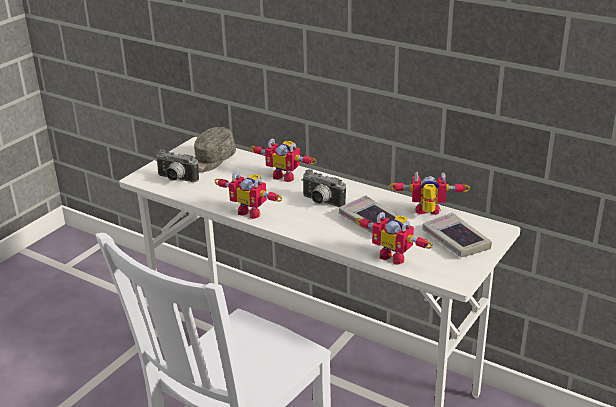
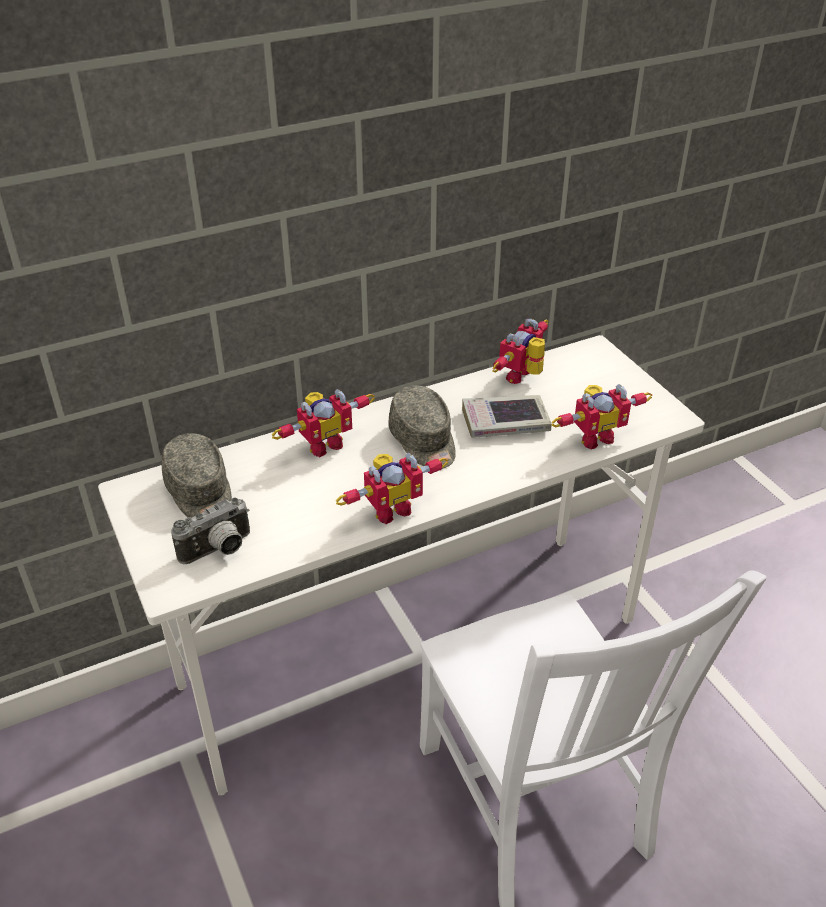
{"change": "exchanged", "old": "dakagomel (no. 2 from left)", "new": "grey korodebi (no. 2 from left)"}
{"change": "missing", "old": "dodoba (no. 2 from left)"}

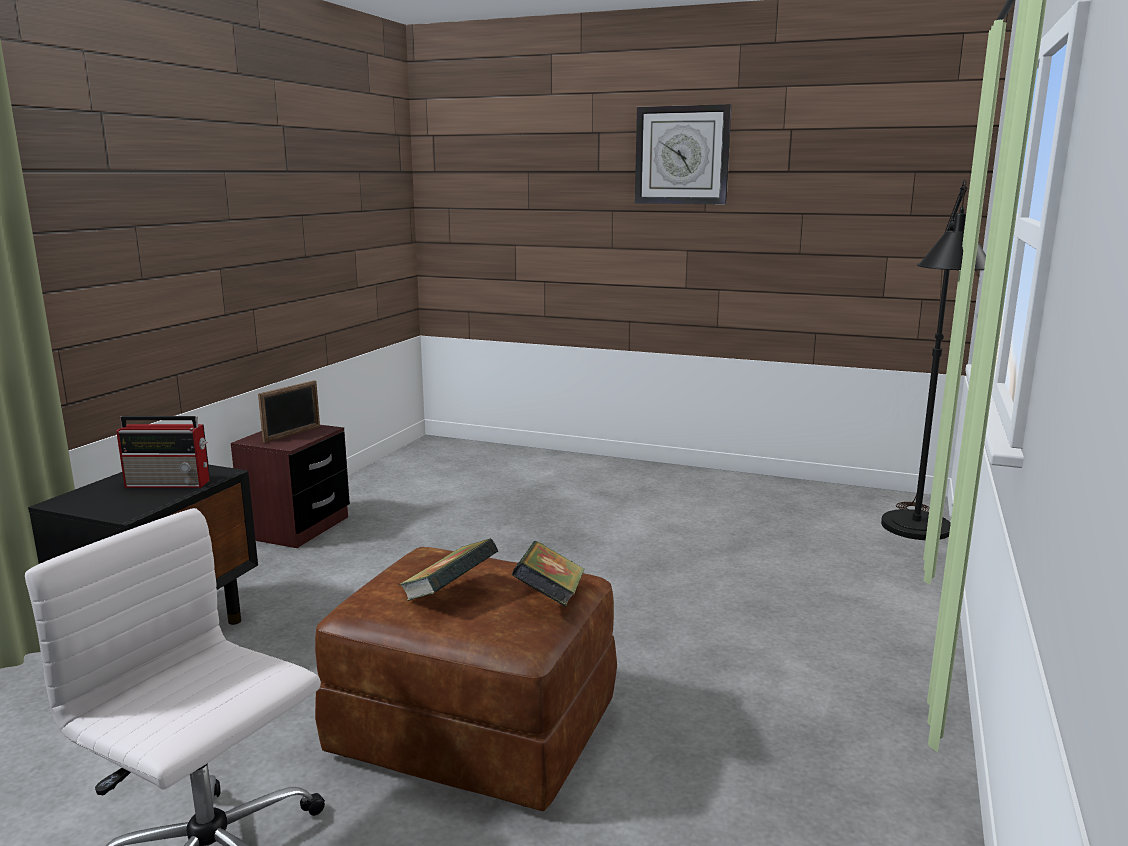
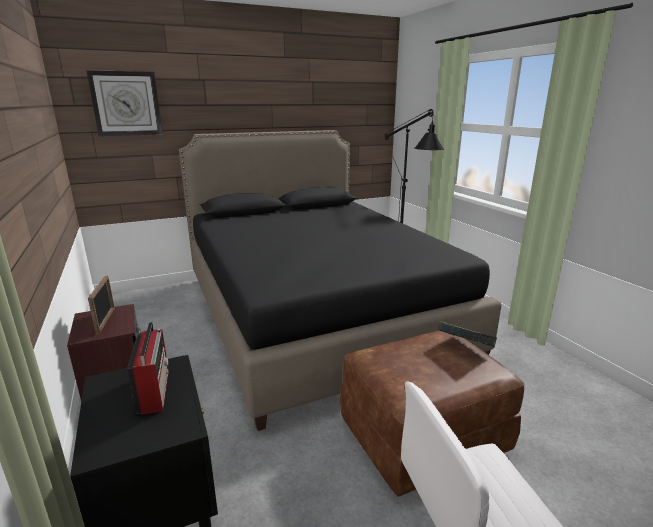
{"change": "relocated", "old": "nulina"}
{"change": "spun", "old": "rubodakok", "degrees": -60}
{"change": "missing", "old": "dodoba (no. 1 from left)"}
{"change": "appeared", "new": "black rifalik"}

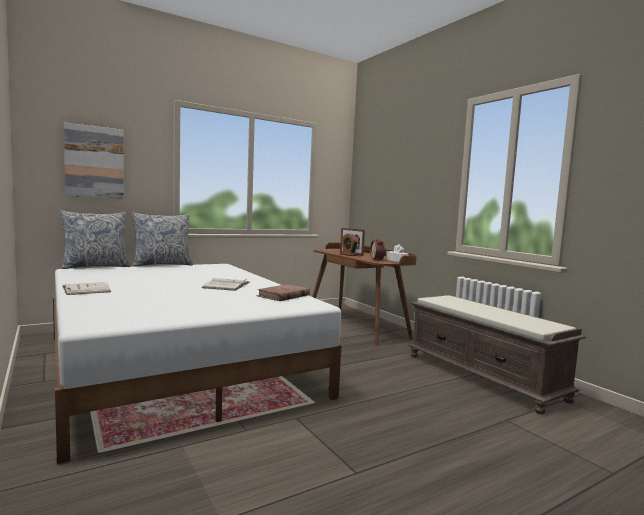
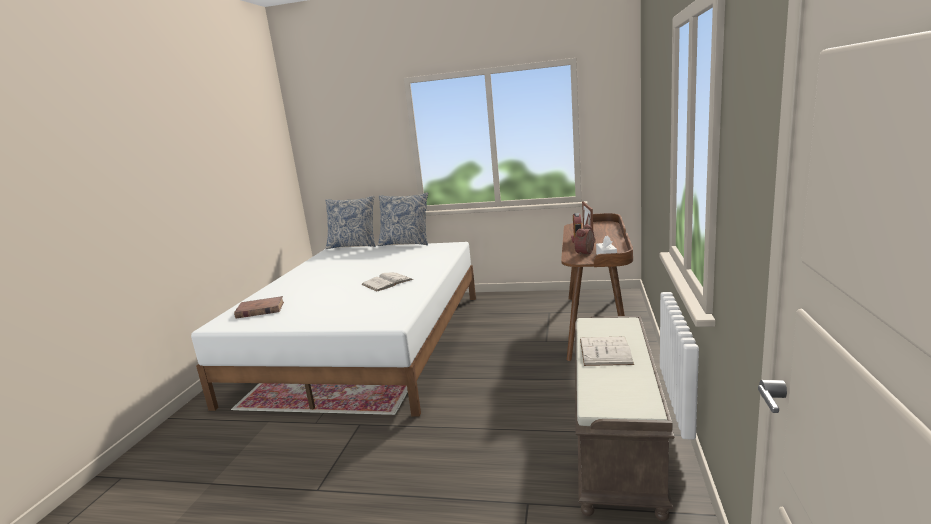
{"change": "missing", "old": "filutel"}
{"change": "relocated", "old": "white dodoba (no. 1 from left in the first image)", "new": "white dodoba (no. 2 from left)"}
{"change": "relocated", "old": "brown dodoba"}

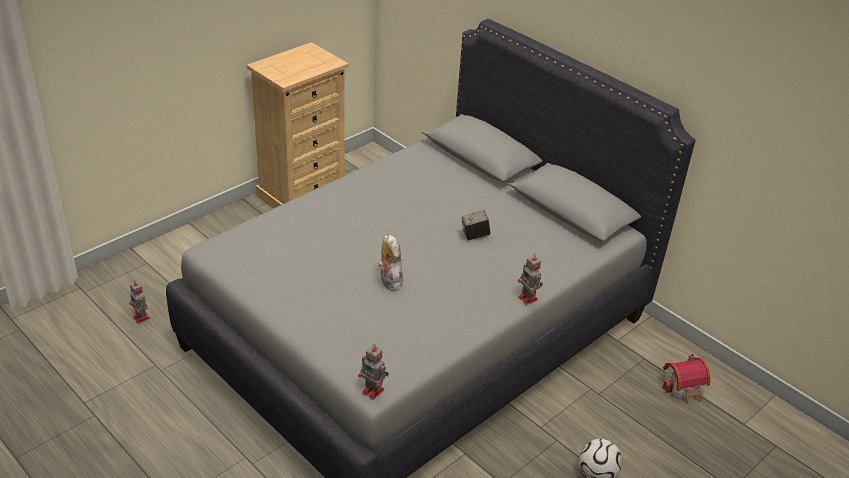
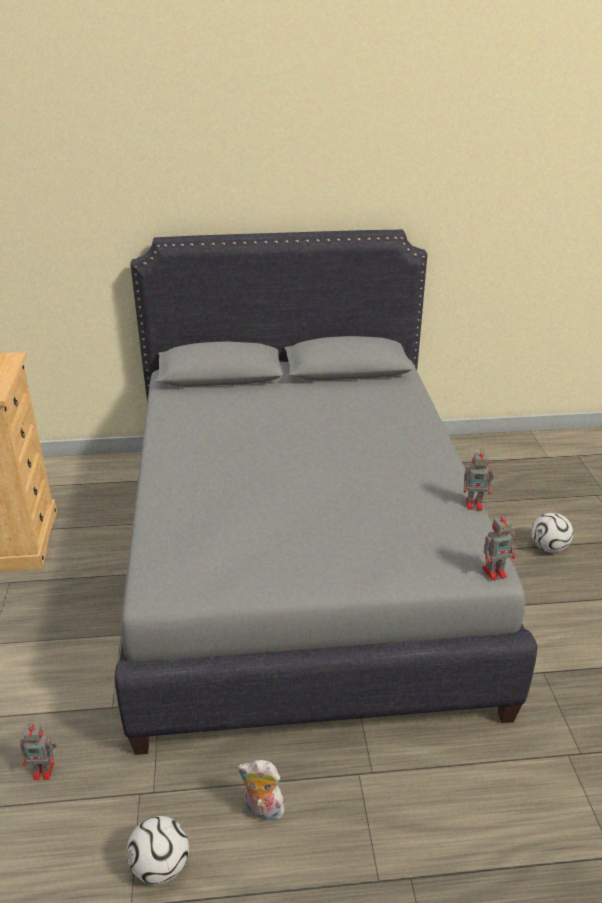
{"change": "missing", "old": "dakagomel"}
{"change": "relocated", "old": "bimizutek"}
{"change": "relocated", "old": "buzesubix (no. 3 from left in the first image)", "new": "buzesubix (no. 2 from left)"}
{"change": "missing", "old": "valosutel"}
{"change": "appeared", "new": "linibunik (no. 1 from left)"}

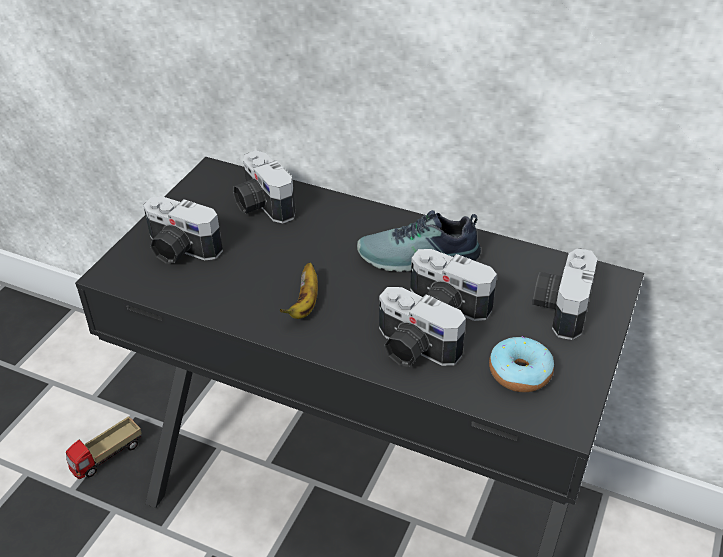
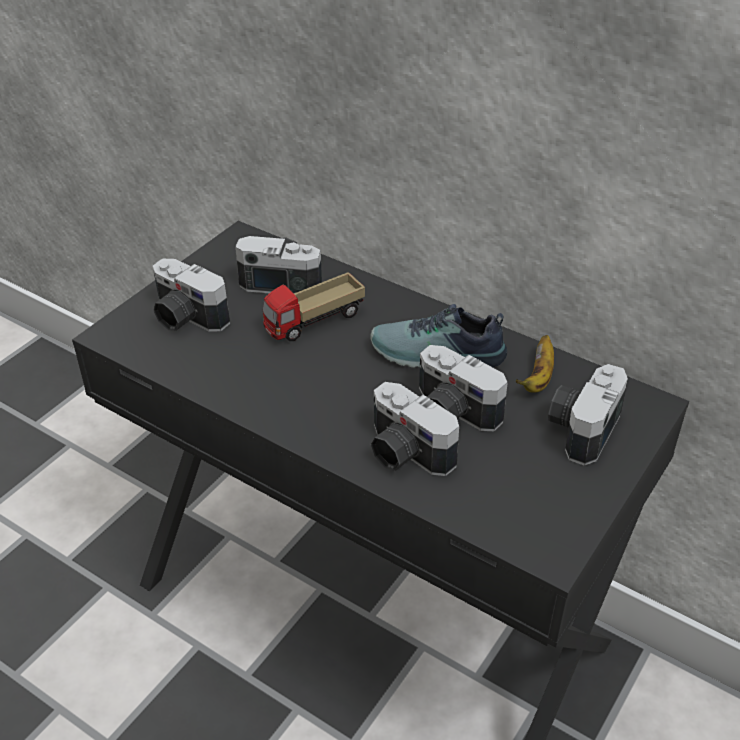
{"change": "spun", "old": "dakagomel (no. 2 from left)", "degrees": 120}
{"change": "relocated", "old": "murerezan"}
{"change": "missing", "old": "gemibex"}
{"change": "relocated", "old": "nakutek"}

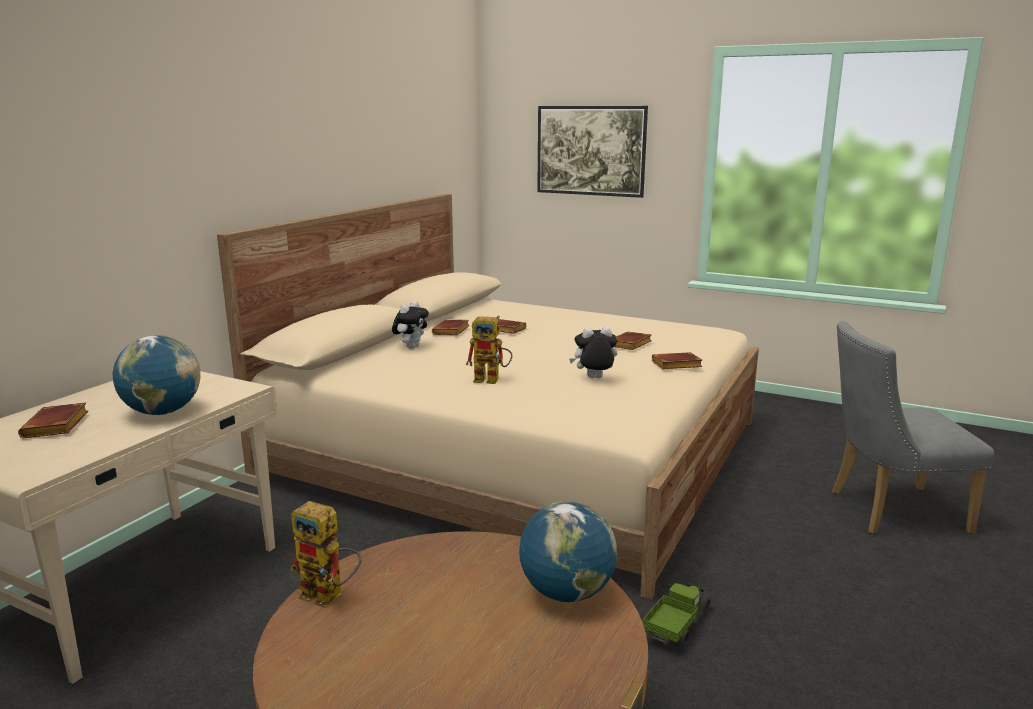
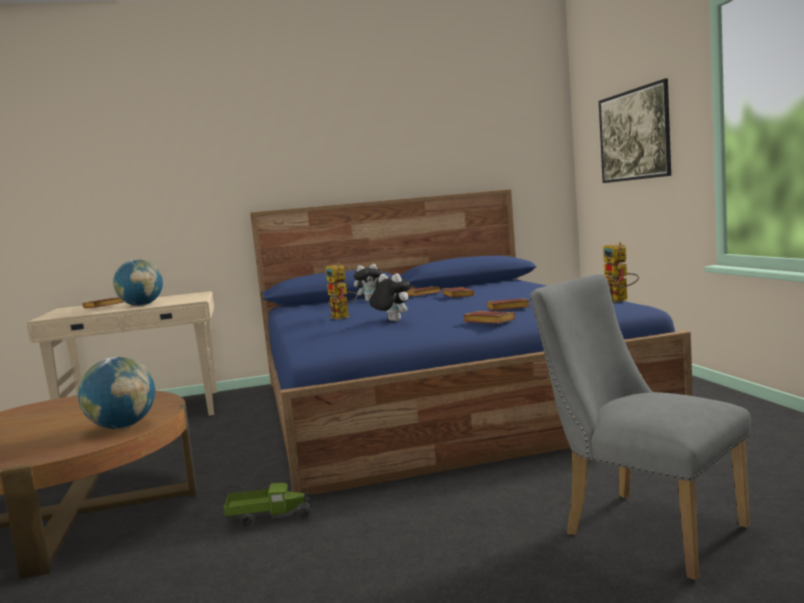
{"change": "colour", "old": "beige rifalik", "new": "blue rifalik"}
{"change": "relocated", "old": "buzesubix (no. 1 from left in the first image)", "new": "buzesubix (no. 2 from left)"}

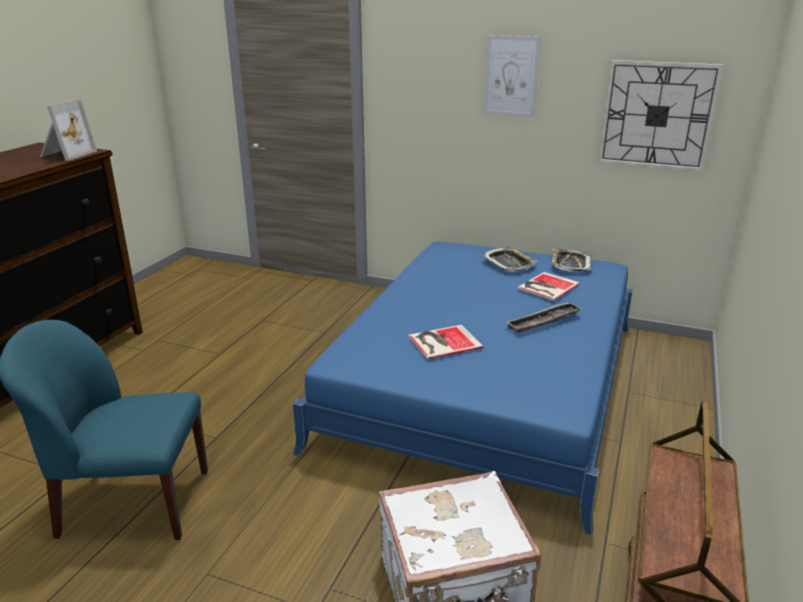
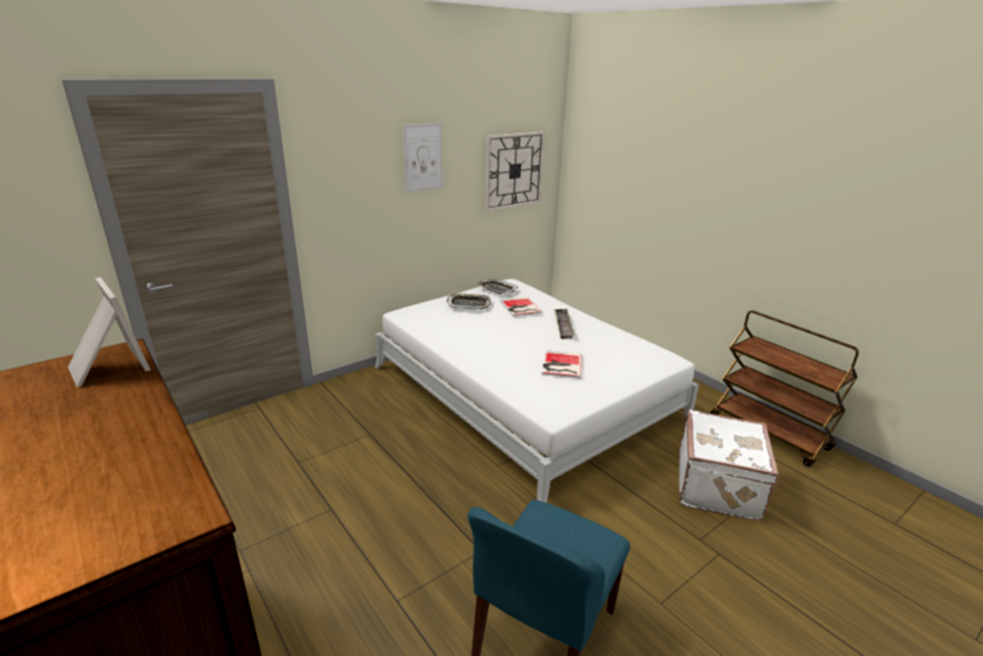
{"change": "colour", "old": "blue rifalik", "new": "white rifalik"}

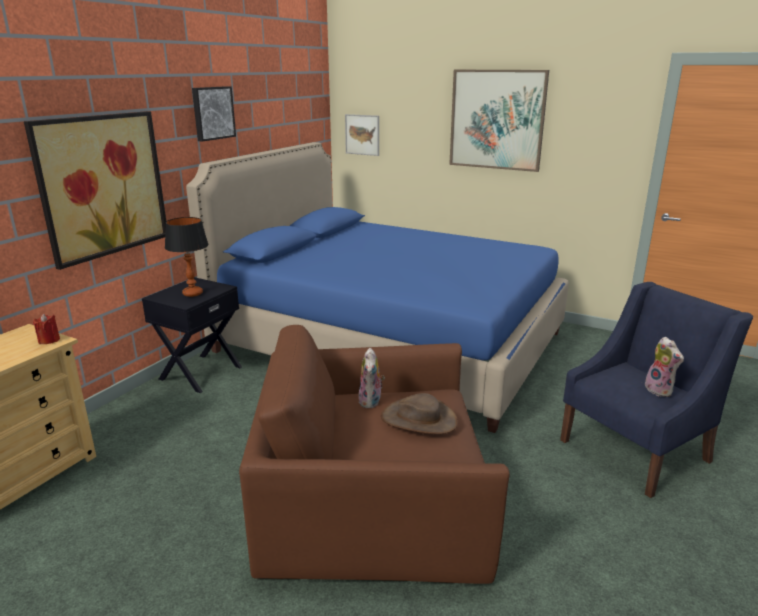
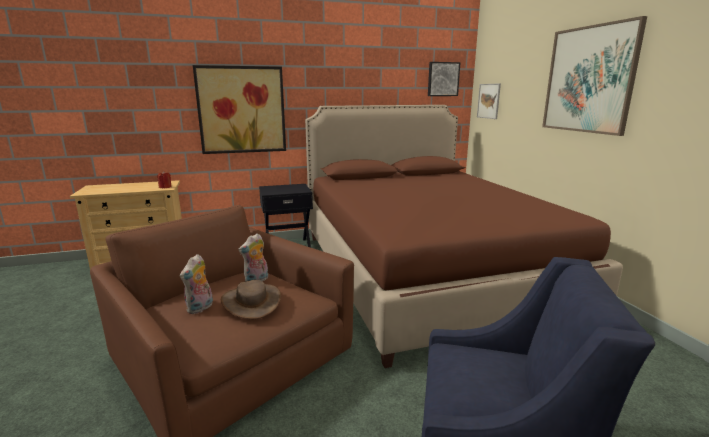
{"change": "relocated", "old": "filutel (no. 2 from left)"}
{"change": "colour", "old": "blue rifalik", "new": "brown rifalik"}
{"change": "missing", "old": "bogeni"}
{"change": "relocated", "old": "bimizutek (no. 2 from left in the first image)", "new": "bimizutek (no. 1 from left)"}

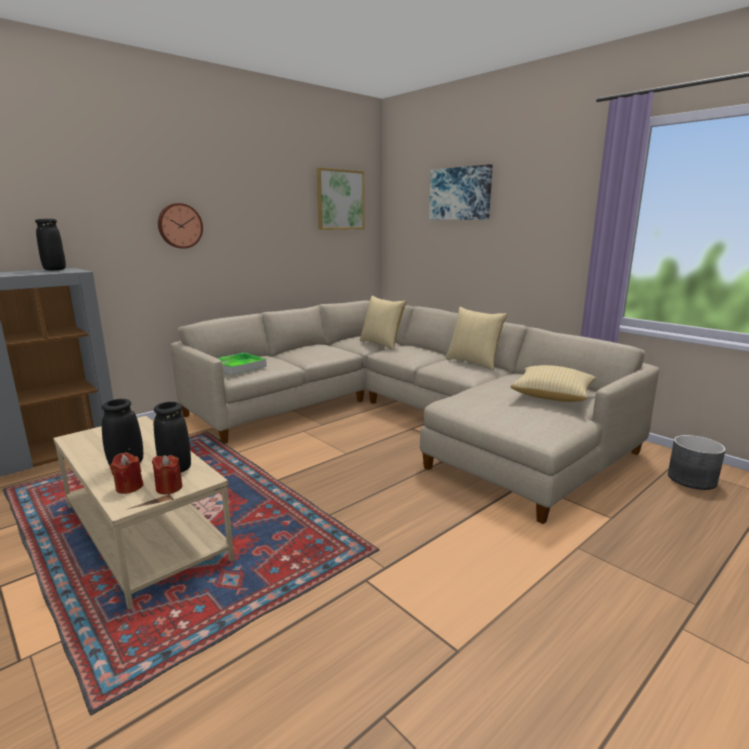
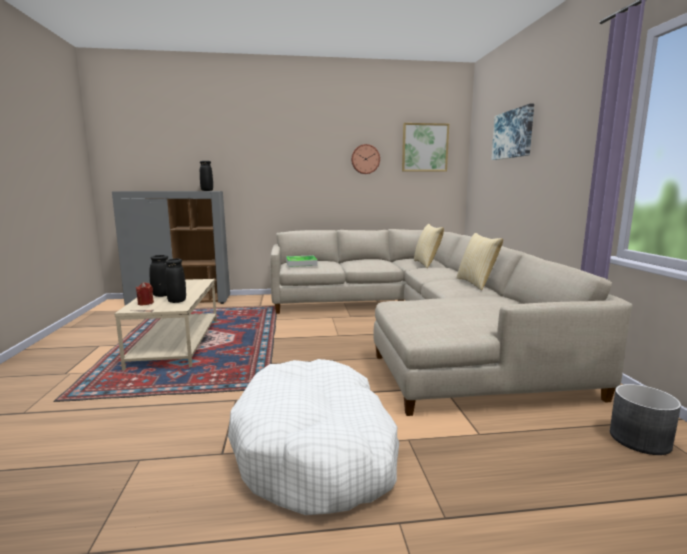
{"change": "relocated", "old": "nulina"}
{"change": "missing", "old": "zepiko (no. 3 from left)"}
{"change": "missing", "old": "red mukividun (no. 2 from left)"}
{"change": "appeared", "new": "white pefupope"}

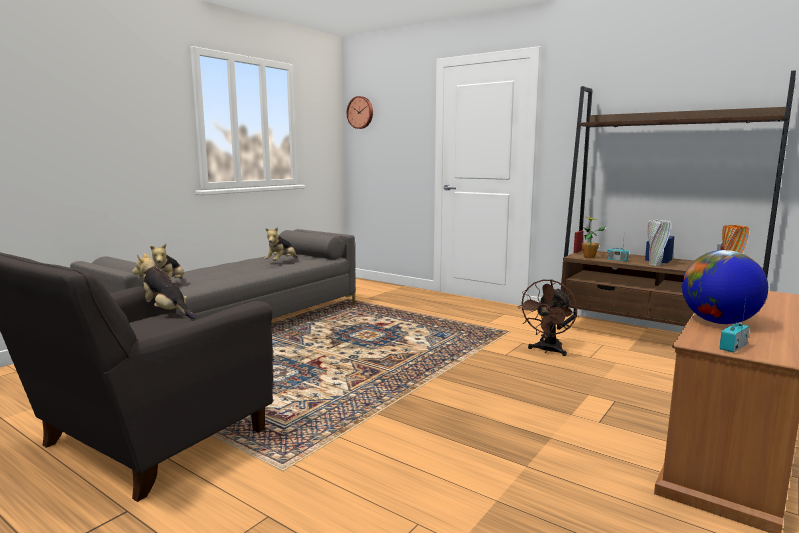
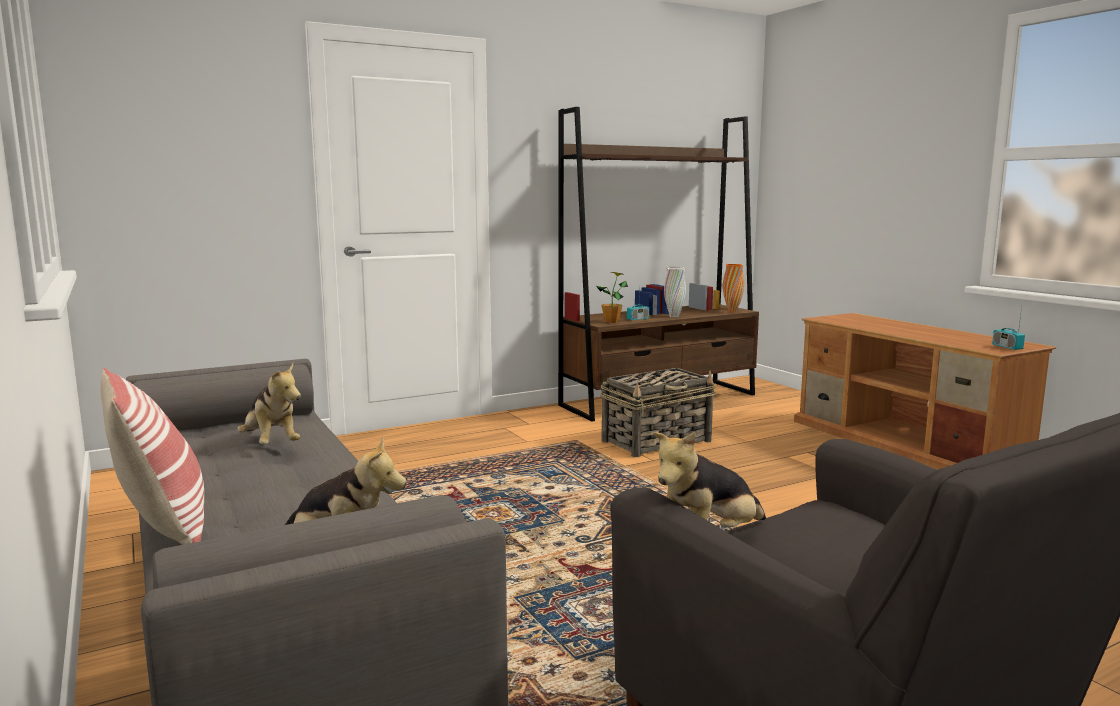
{"change": "missing", "old": "nulina"}
{"change": "missing", "old": "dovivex"}
{"change": "exchanged", "old": "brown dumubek", "new": "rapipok"}
{"change": "appeared", "new": "zepiko"}

